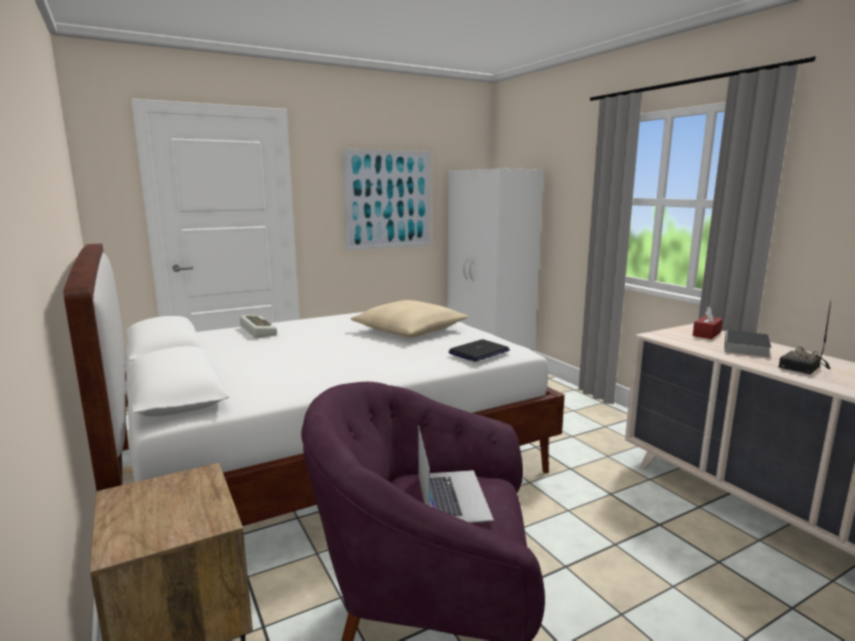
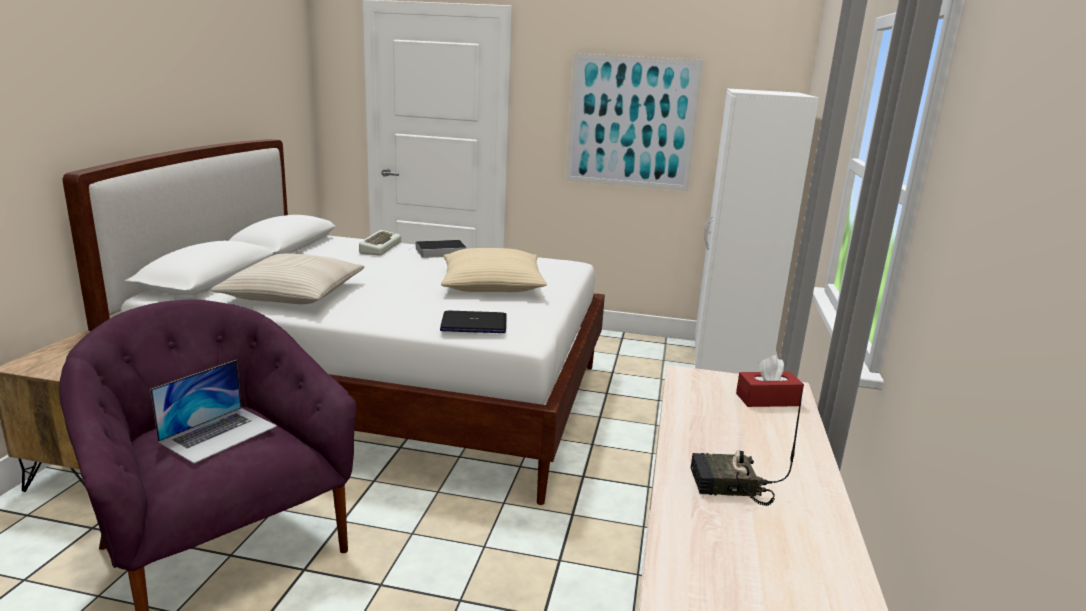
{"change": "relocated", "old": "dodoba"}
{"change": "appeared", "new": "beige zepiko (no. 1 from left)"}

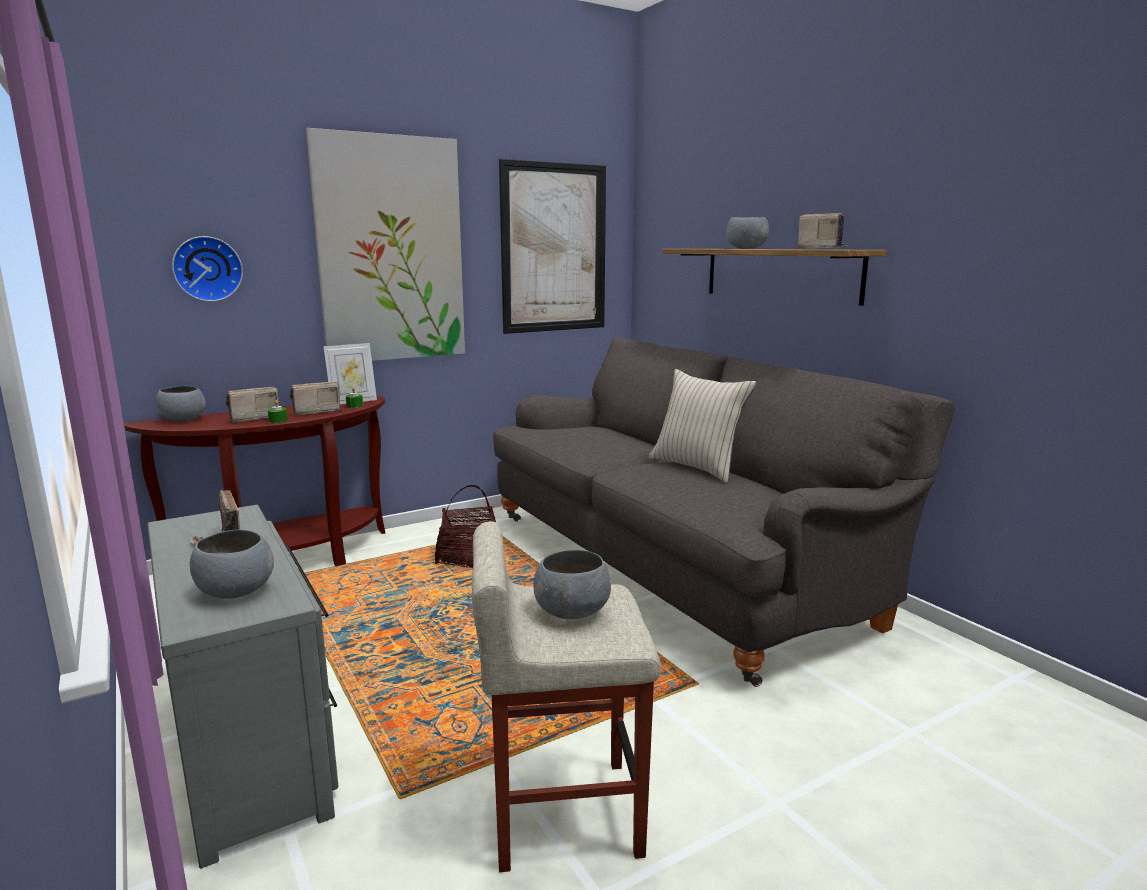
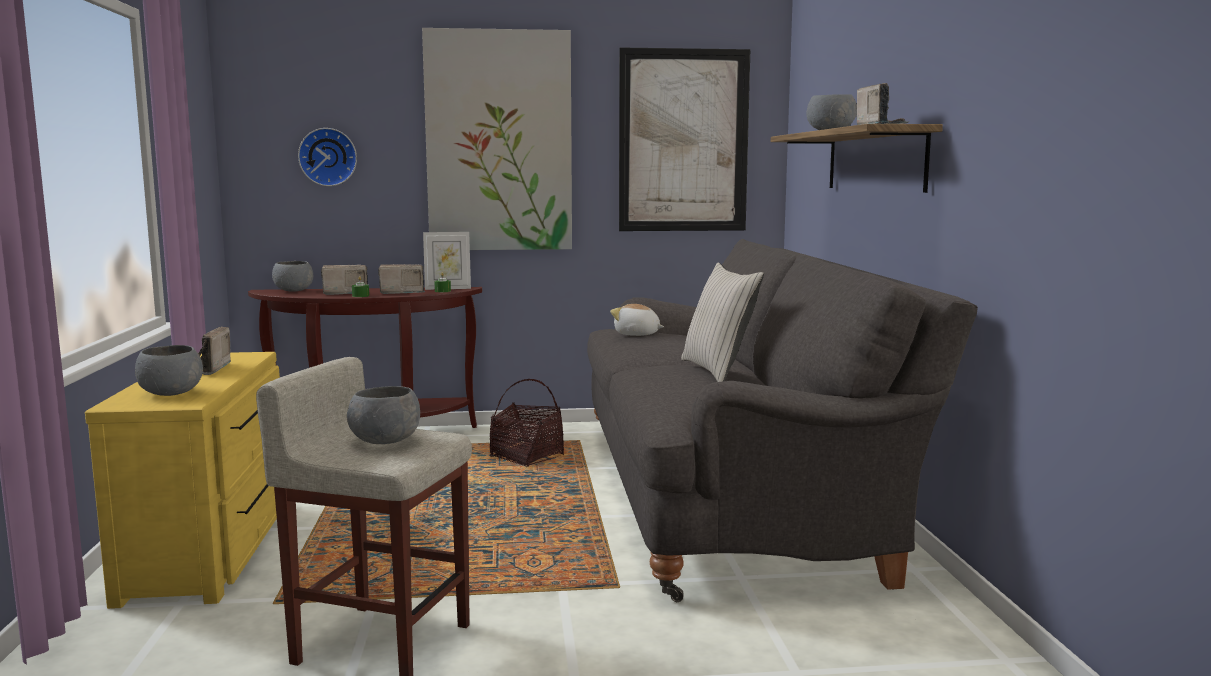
{"change": "colour", "old": "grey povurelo", "new": "yellow povurelo"}
{"change": "appeared", "new": "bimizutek"}

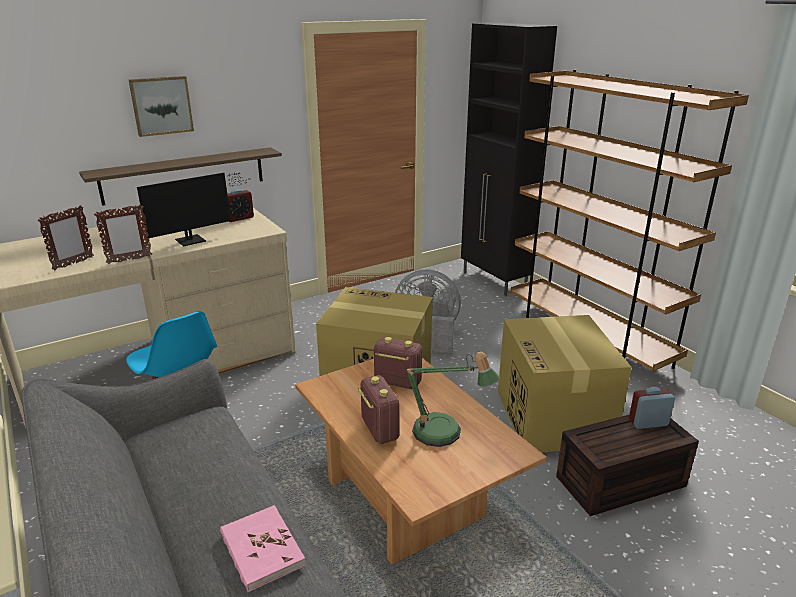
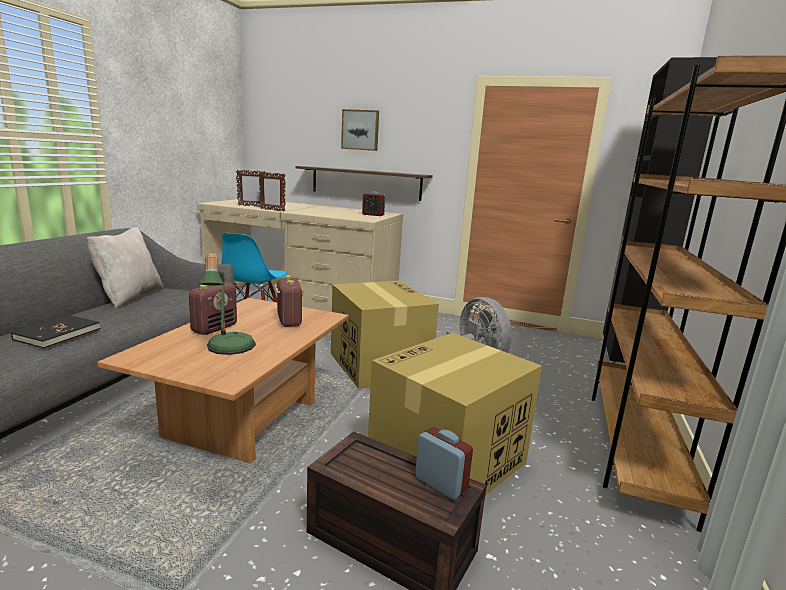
{"change": "missing", "old": "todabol"}
{"change": "colour", "old": "pink dodoba", "new": "black dodoba"}
{"change": "appeared", "new": "beige zepiko"}

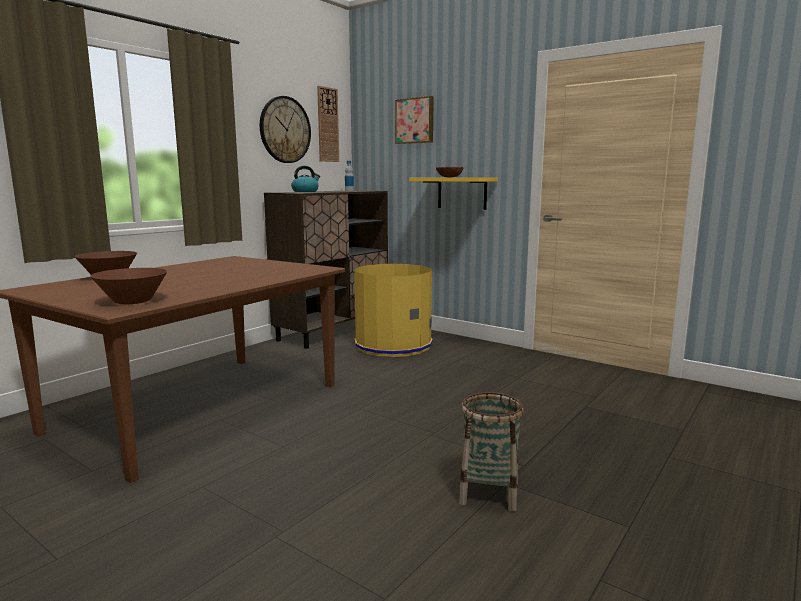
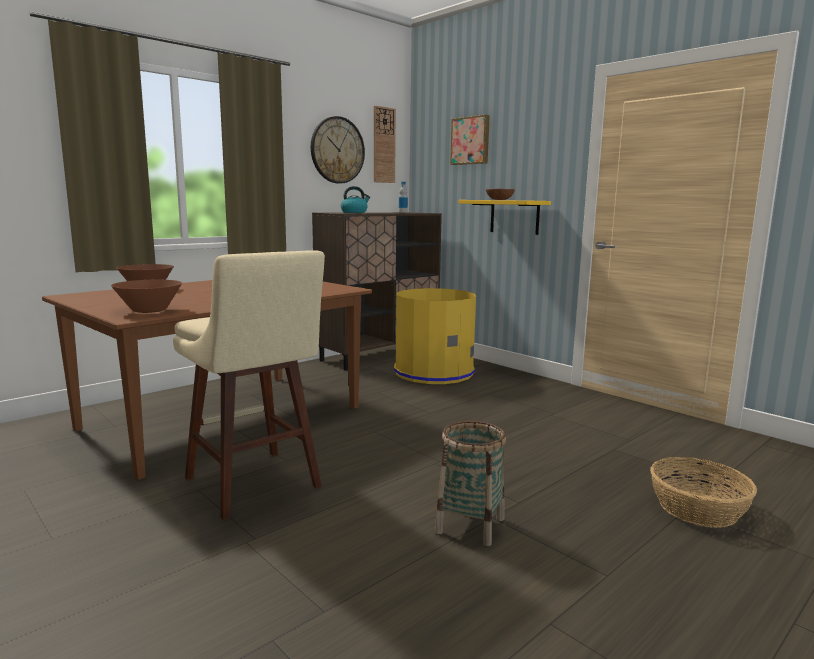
{"change": "appeared", "new": "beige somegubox"}
{"change": "appeared", "new": "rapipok (no. 2 from left)"}

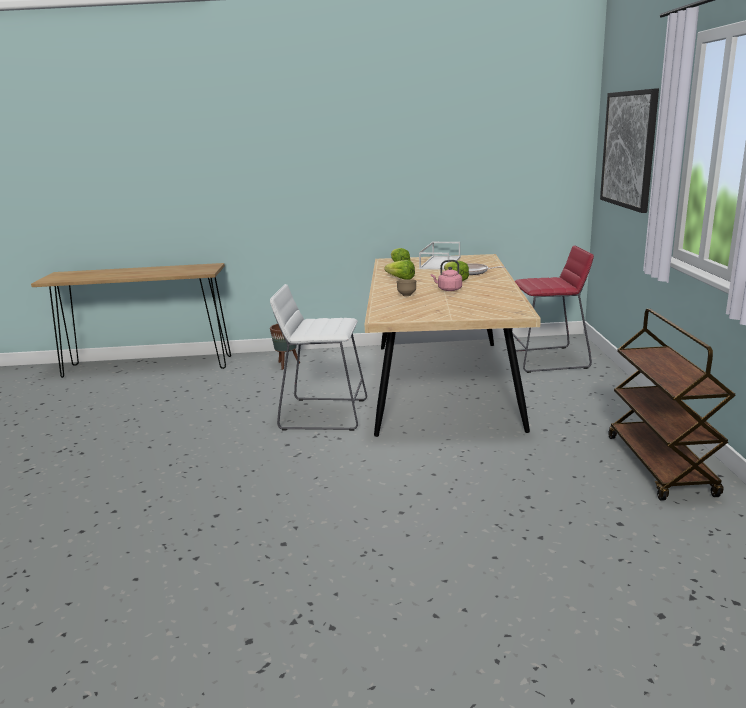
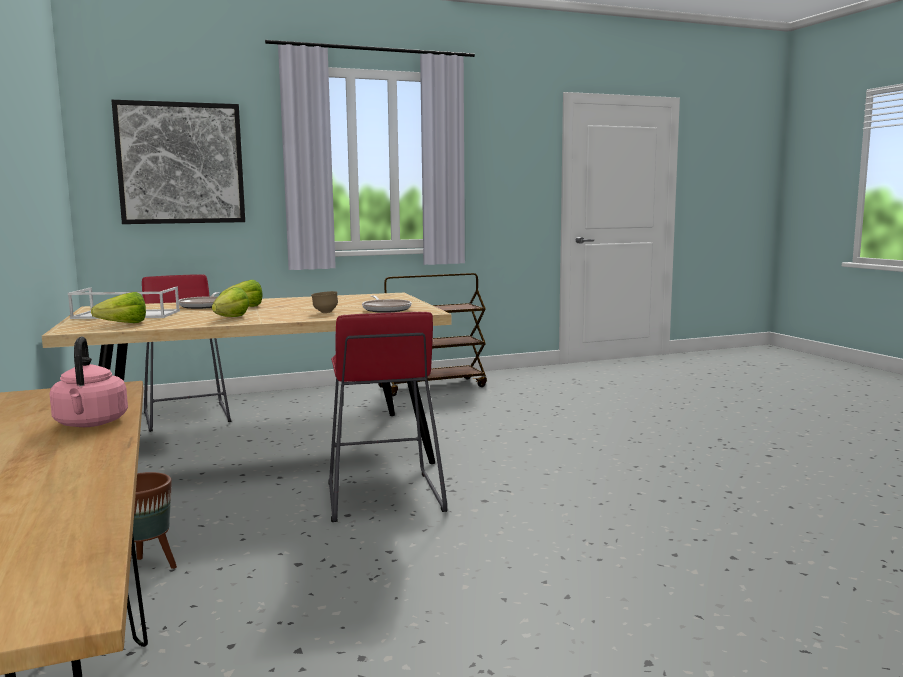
{"change": "relocated", "old": "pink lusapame"}
{"change": "colour", "old": "white somegubox", "new": "red somegubox (no. 2 from left)"}
{"change": "appeared", "new": "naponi (no. 2 from left)"}

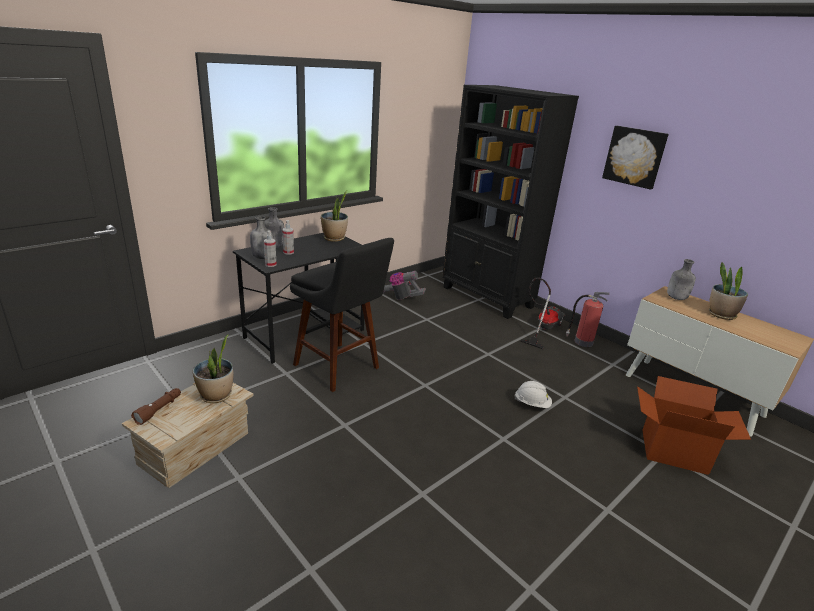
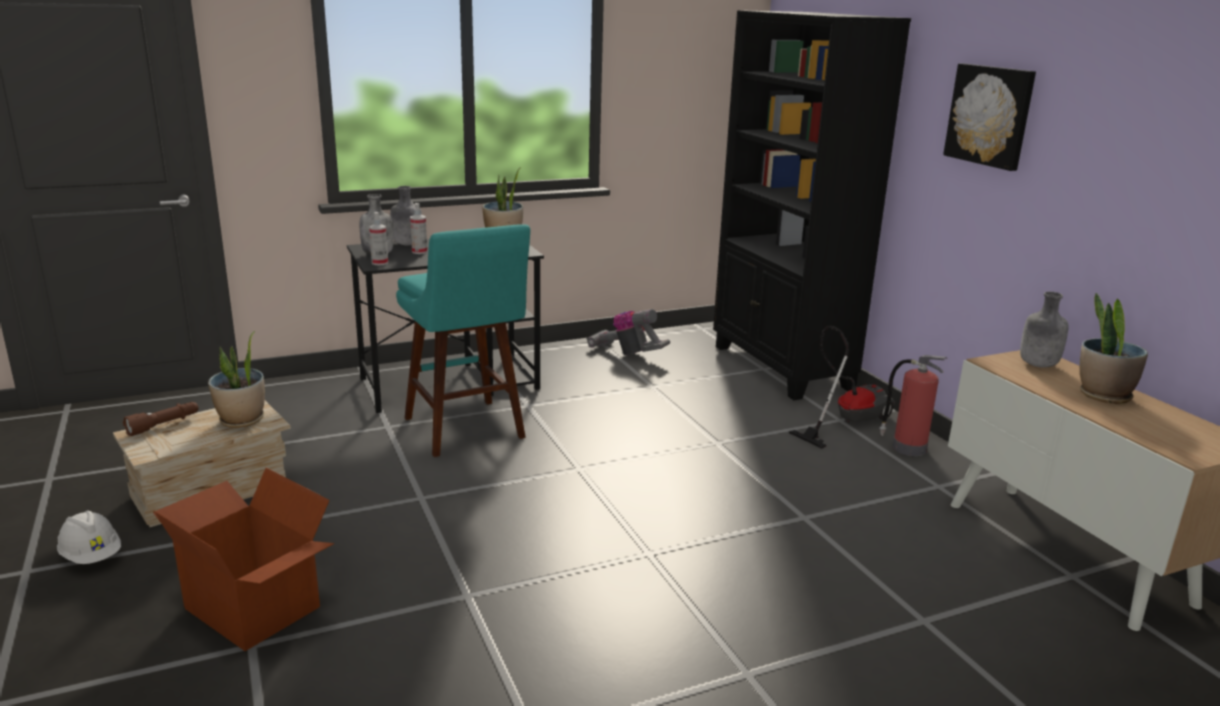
{"change": "colour", "old": "black somegubox", "new": "turquoise somegubox"}
{"change": "relocated", "old": "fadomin"}
{"change": "relocated", "old": "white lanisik"}

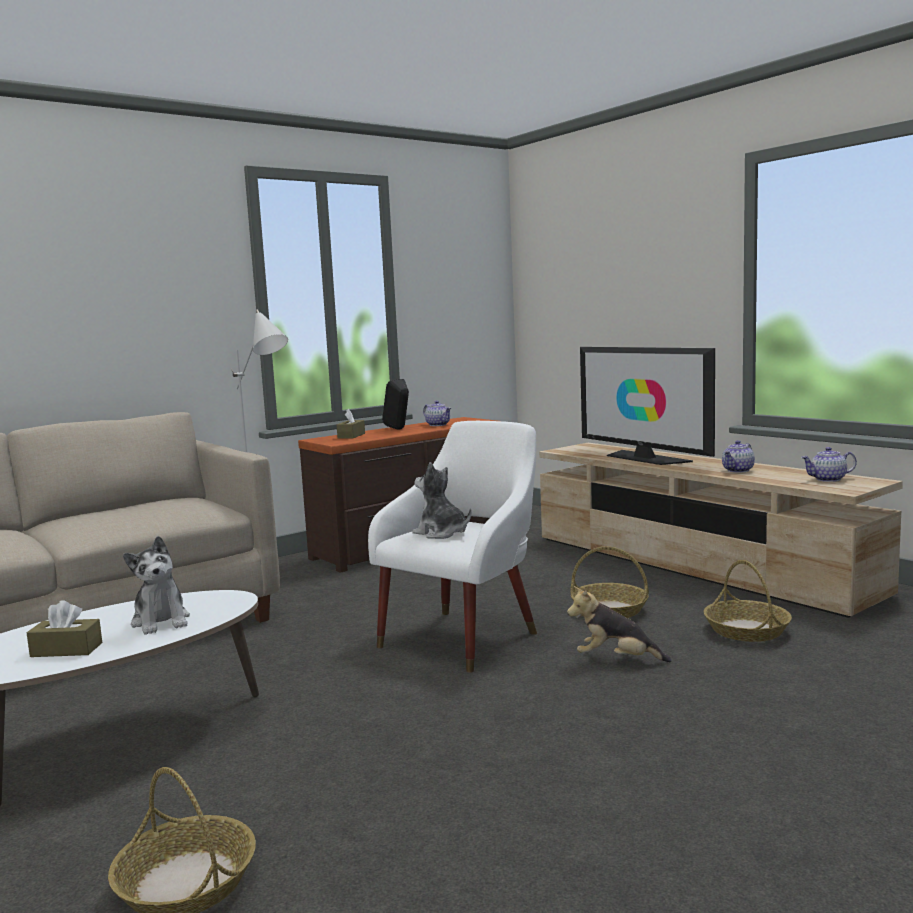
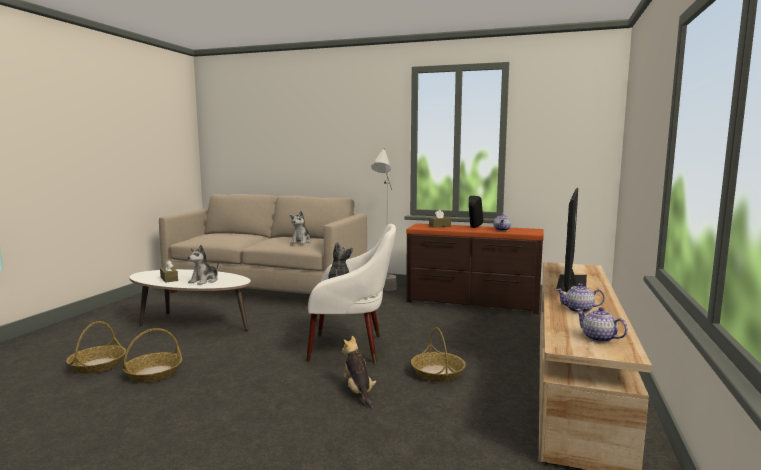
{"change": "relocated", "old": "rapipok (no. 3 from left in the first image)", "new": "rapipok (no. 2 from left)"}
{"change": "appeared", "new": "bimizutek (no. 2 from left)"}

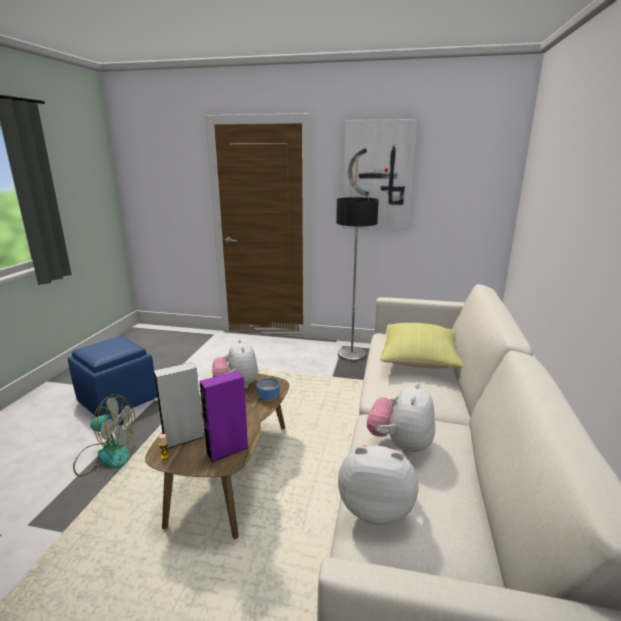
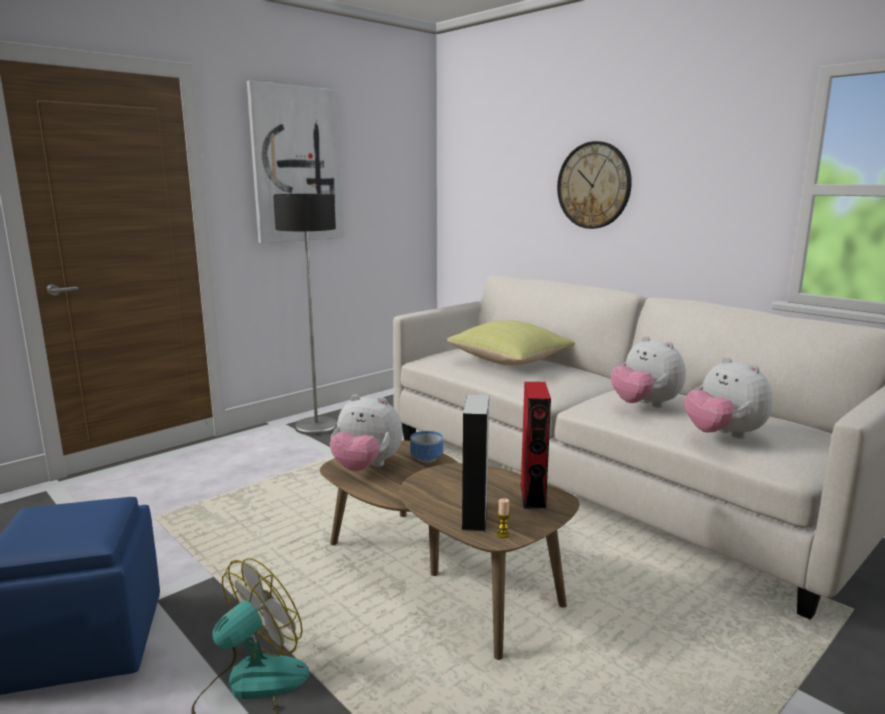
{"change": "colour", "old": "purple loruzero", "new": "red loruzero"}
{"change": "spun", "old": "bimizutek (no. 2 from left in the first image)", "degrees": -75}
{"change": "appeared", "new": "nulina"}

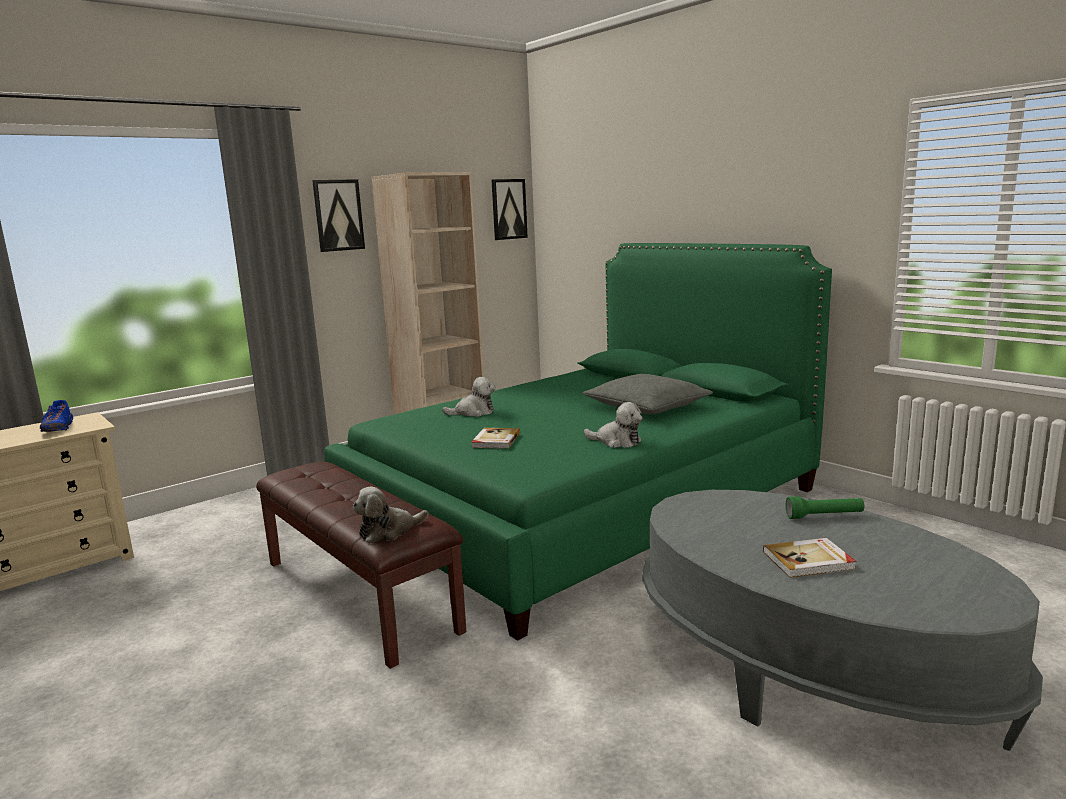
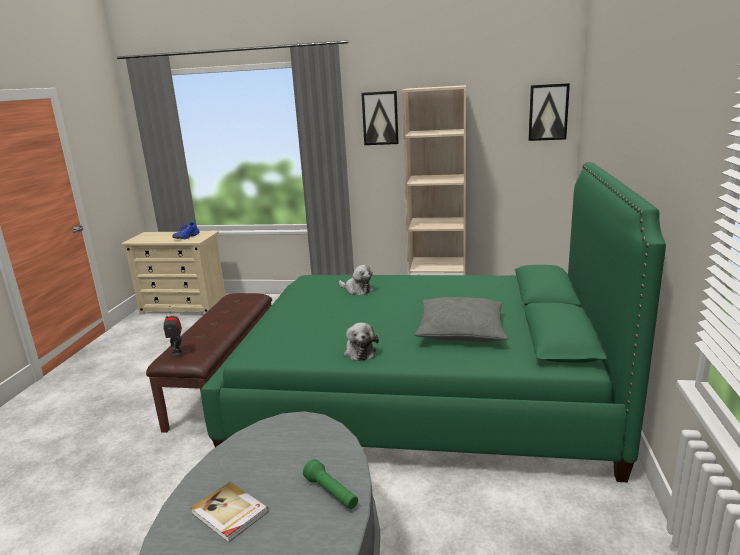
{"change": "missing", "old": "dodoba (no. 1 from left)"}
{"change": "exchanged", "old": "bimizutek (no. 1 from left)", "new": "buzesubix"}

